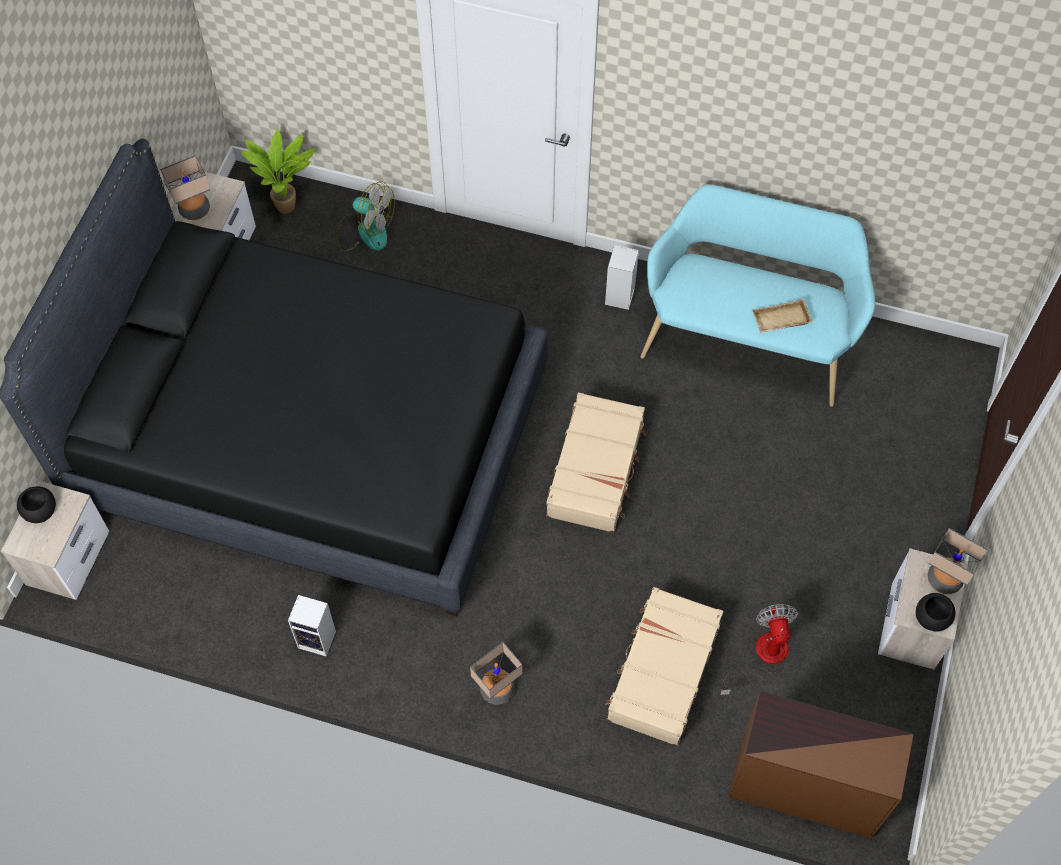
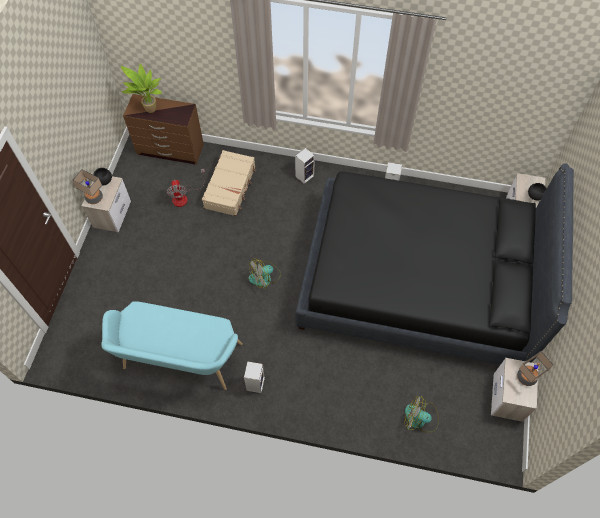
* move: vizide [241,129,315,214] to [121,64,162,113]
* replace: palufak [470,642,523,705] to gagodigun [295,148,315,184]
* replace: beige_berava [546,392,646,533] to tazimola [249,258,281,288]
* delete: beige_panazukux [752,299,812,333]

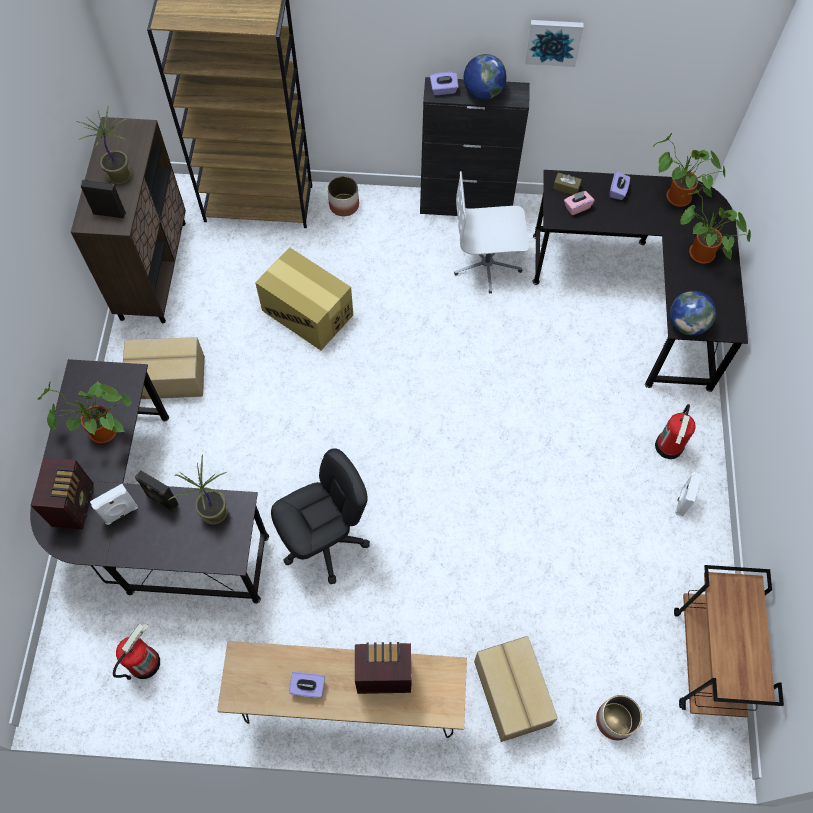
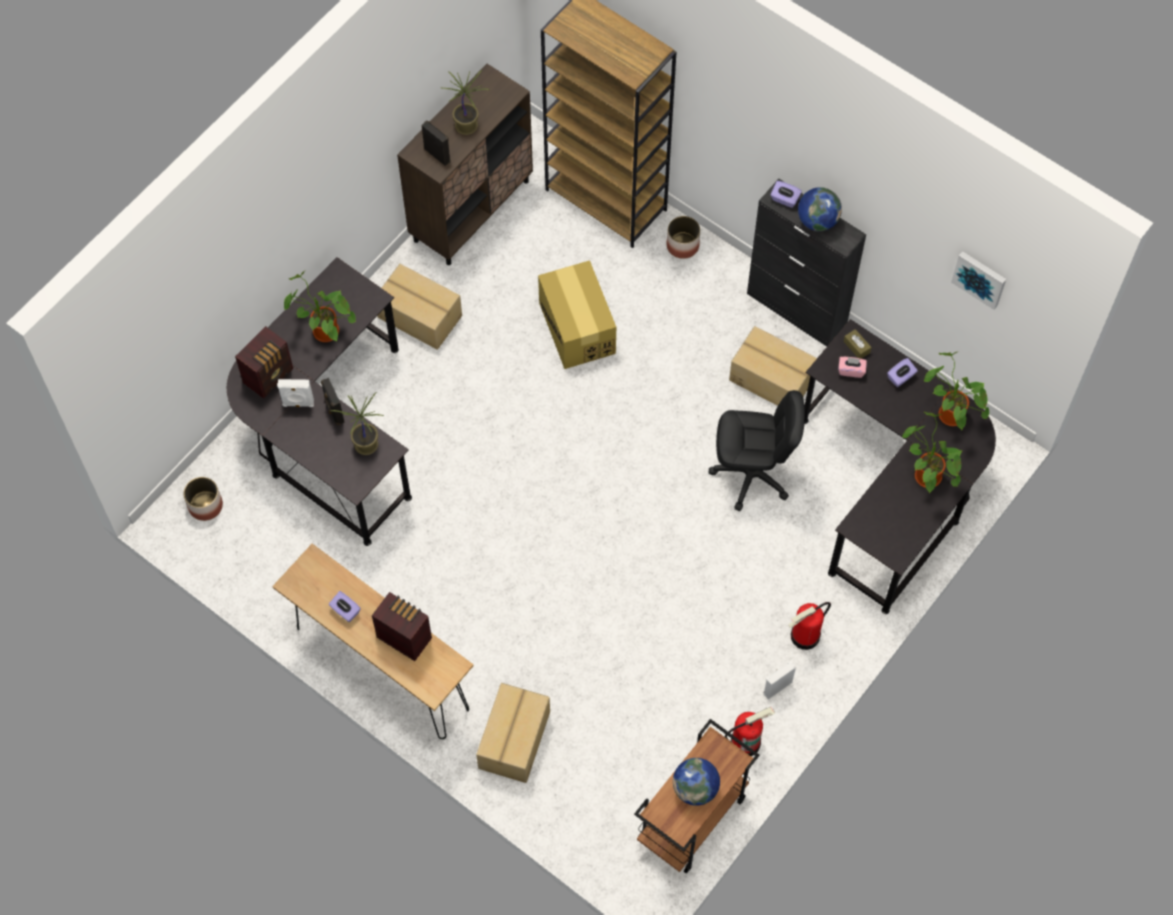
* move: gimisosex [113,623,160,680] to [725,707,775,756]
* move: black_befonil [271,448,370,584] to [709,390,805,511]
* replace: white_befonil [454,171,529,294] to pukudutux [729,326,817,406]
* move: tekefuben [525,20,584,67] to [951,251,1006,310]
* move: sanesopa [596,695,642,740] to [183,477,223,521]
* move: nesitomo [670,291,716,335] to [673,758,720,806]

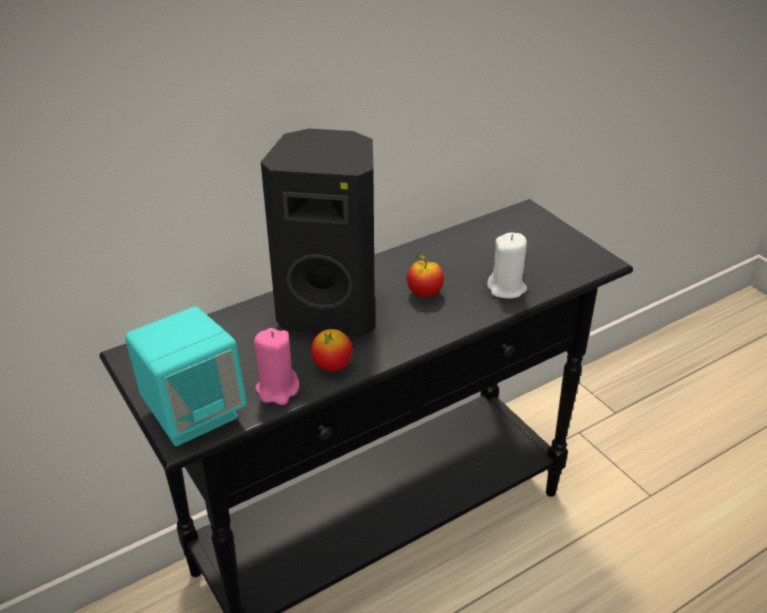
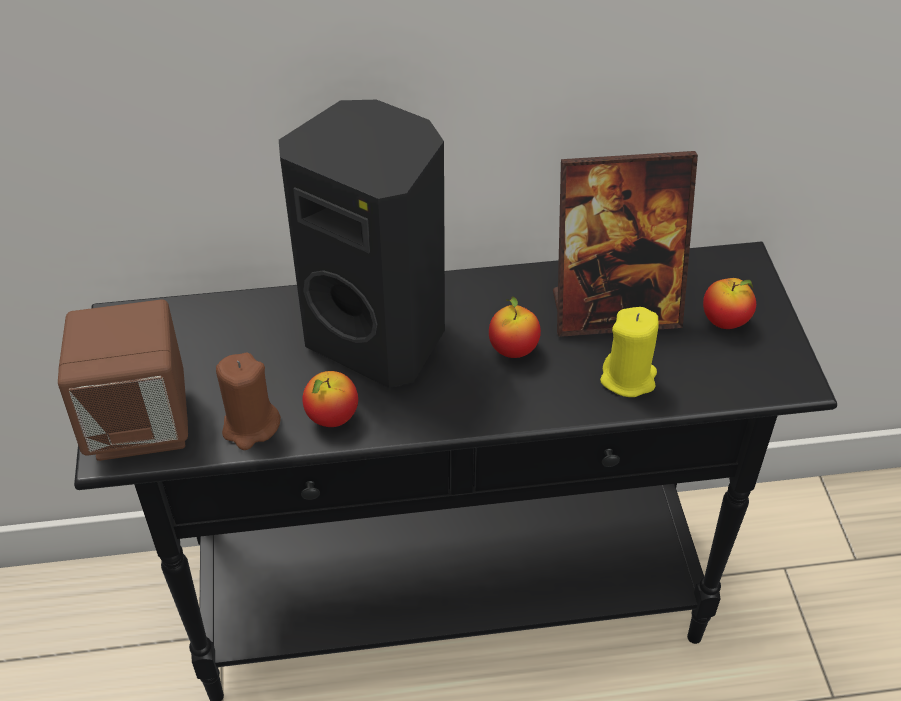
* recolor: turquoise_gagodigun [125,306,247,446] to brown_gagodigun [58,299,188,461]
* recolor: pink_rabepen [254,328,299,405] to brown_rabepen [216,353,281,450]
* recolor: white_rabepen [487,233,527,299] to yellow_rabepen [600,307,659,397]
* insert: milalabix [553,151,698,337]
* insert: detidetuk [703,278,756,329]

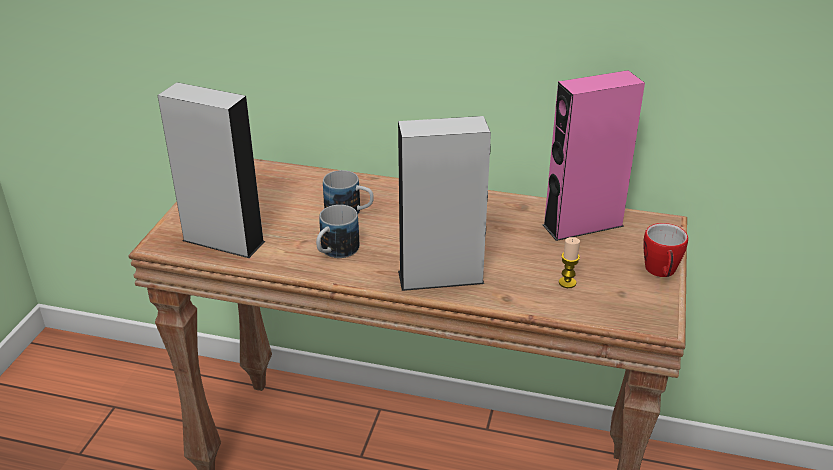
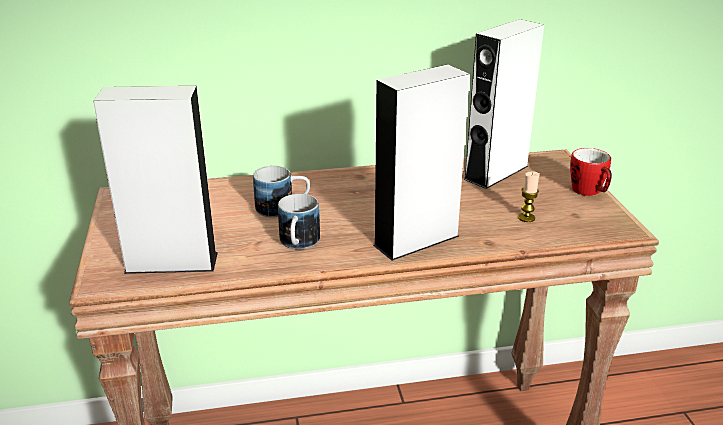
* recolor: pink_gagodigun [542,70,645,241] to white_gagodigun [463,19,544,189]

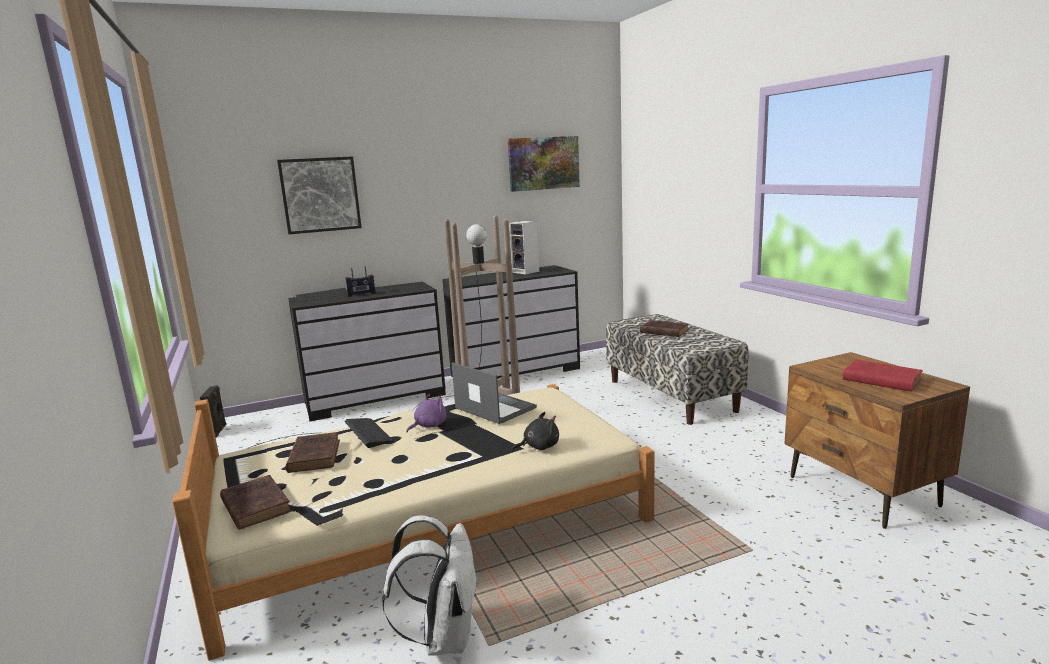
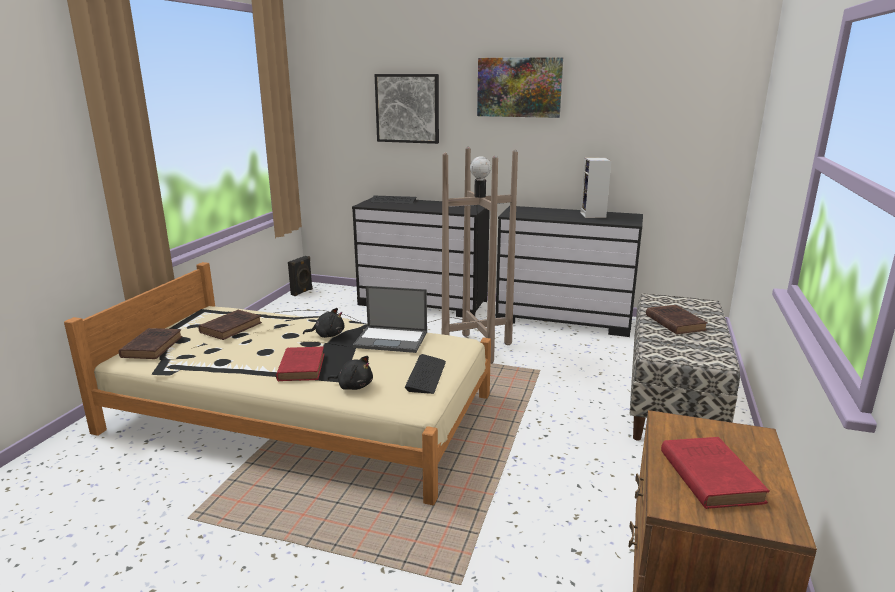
* move: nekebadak [344,418,393,448] to [405,354,446,394]
* delete: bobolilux [345,266,376,297]
* delete: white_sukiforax [382,515,479,655]
* recolor: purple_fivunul [407,394,447,433] to black_fivunul [303,308,344,338]
* rotate: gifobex [451,362,537,424] = [353,286,427,353] 105 degrees clockwise
* move: tekefuben [508,136,580,192] to [477,57,563,118]
* insert: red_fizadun [276,347,324,381]

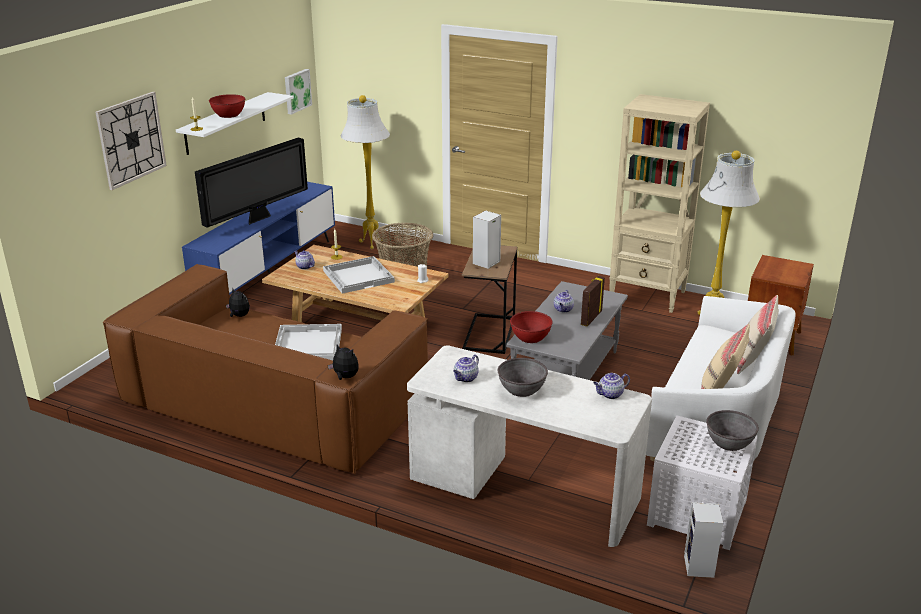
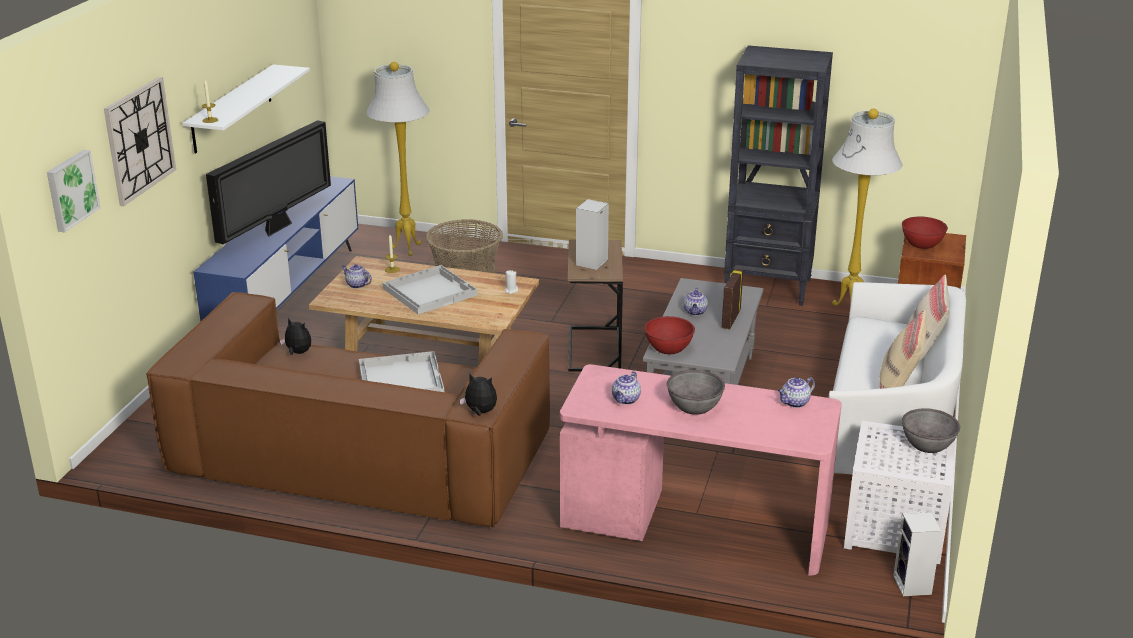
* move: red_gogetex [209,94,245,118] to [902,217,948,249]
* move: tekefuben [285,69,312,115] to [47,150,100,232]
* recolor: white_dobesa [407,345,652,547] to pink_dobesa [560,364,842,576]
* recolor: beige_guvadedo [609,94,710,313] to black_guvadedo [724,45,833,306]

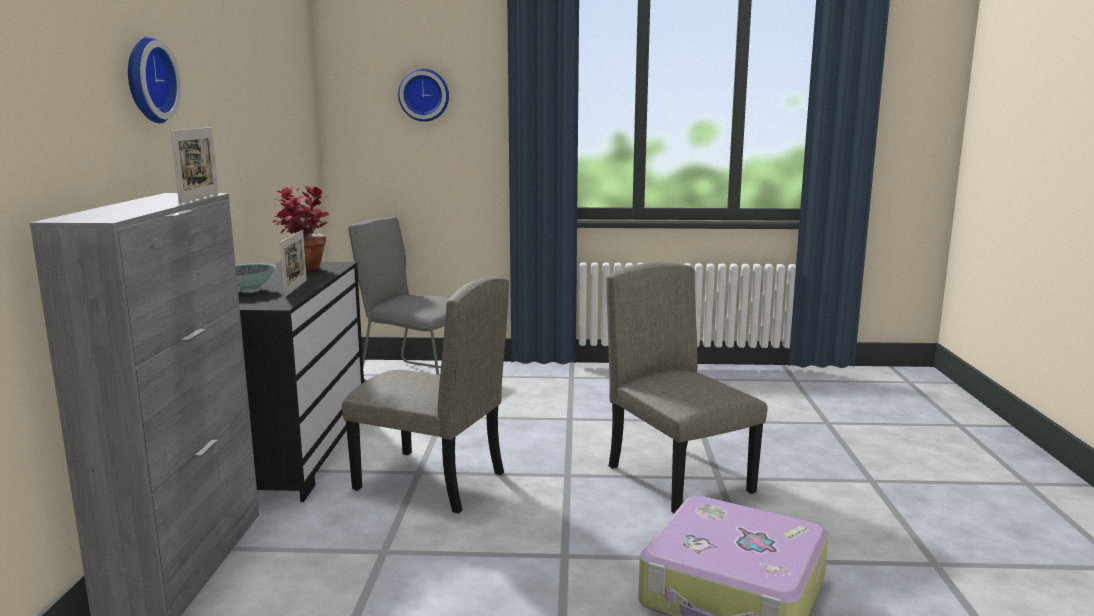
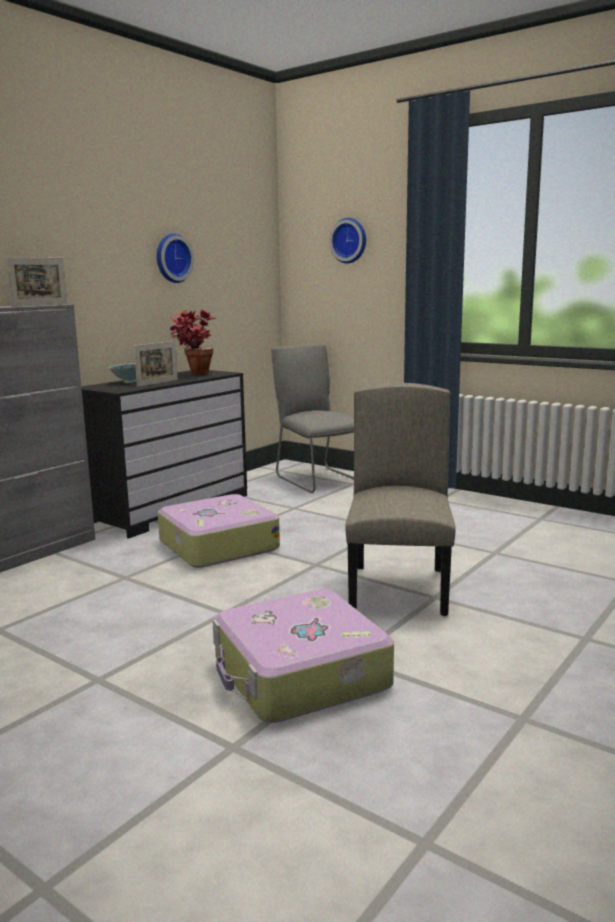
* move: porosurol [128,36,181,123] to [157,233,194,283]
* replace: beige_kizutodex [342,277,509,513] to berava [158,494,280,568]

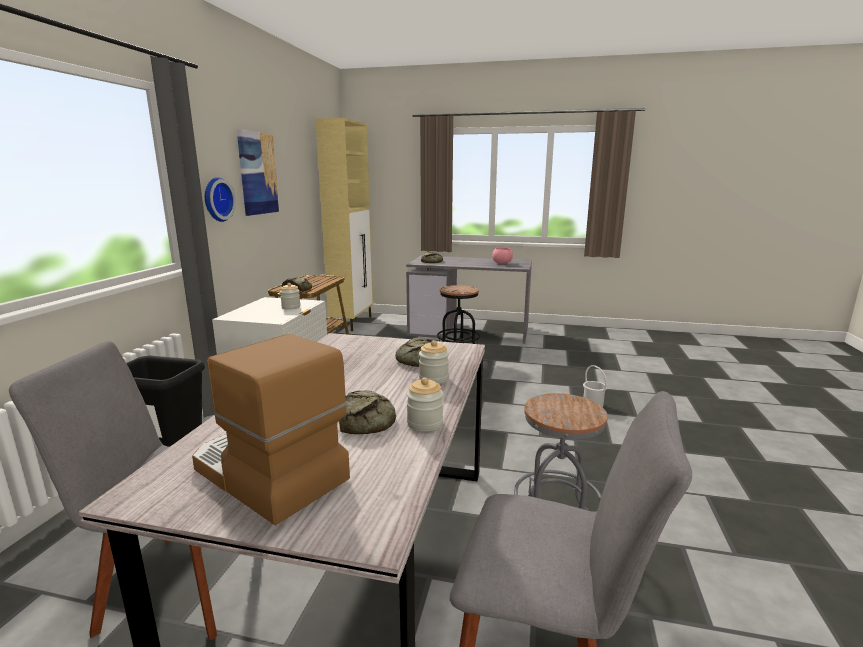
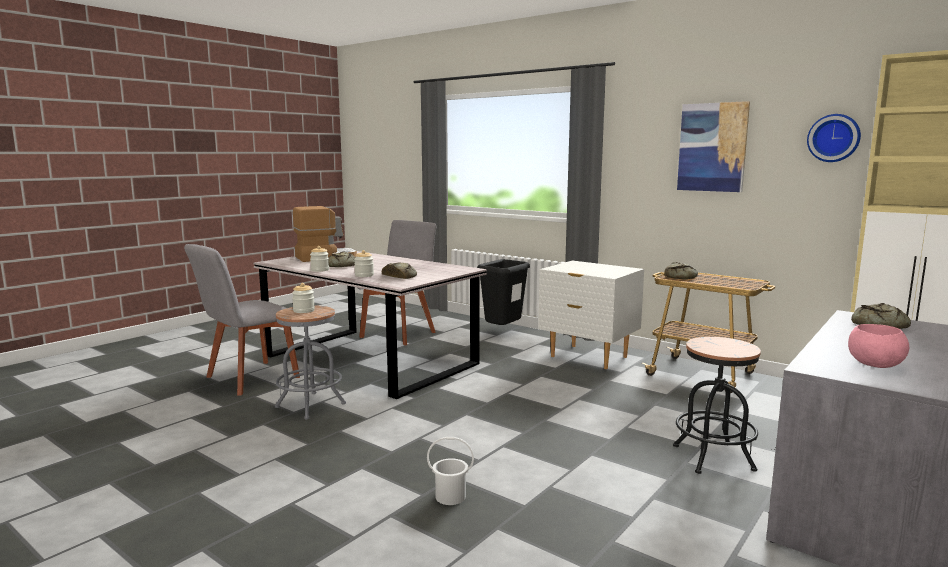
* move: porosurol [205,177,236,222] to [807,114,861,162]
* move: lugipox [280,283,301,310] to [292,283,315,313]

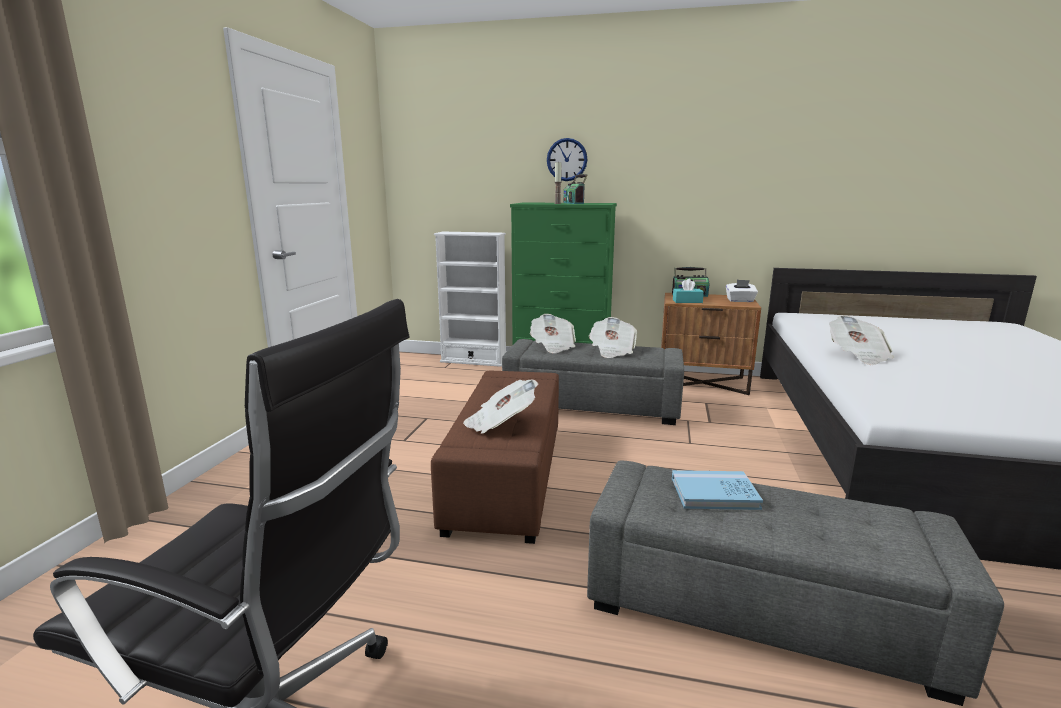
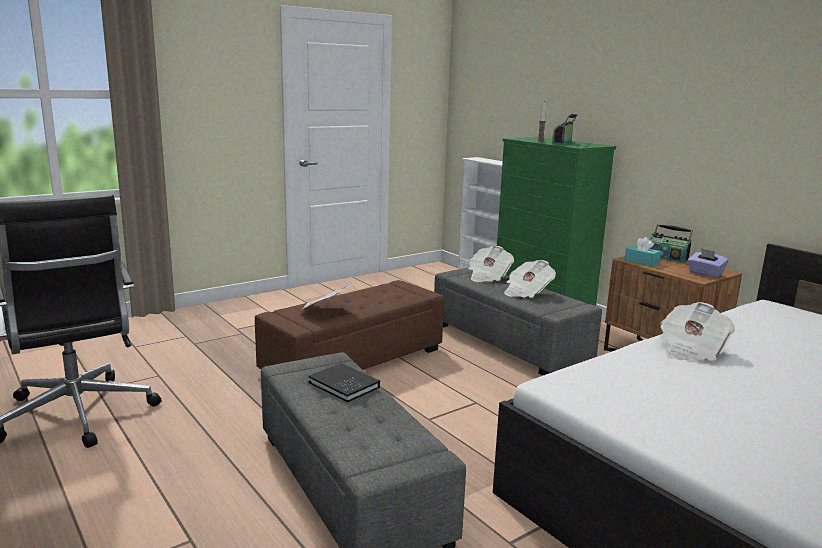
* delete: porosurol [547,138,588,181]
* recolor: blue_fizadun [672,470,763,510] to black_fizadun [308,363,380,402]
* recolor: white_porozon [726,280,758,302] to purple_porozon [688,248,728,278]

